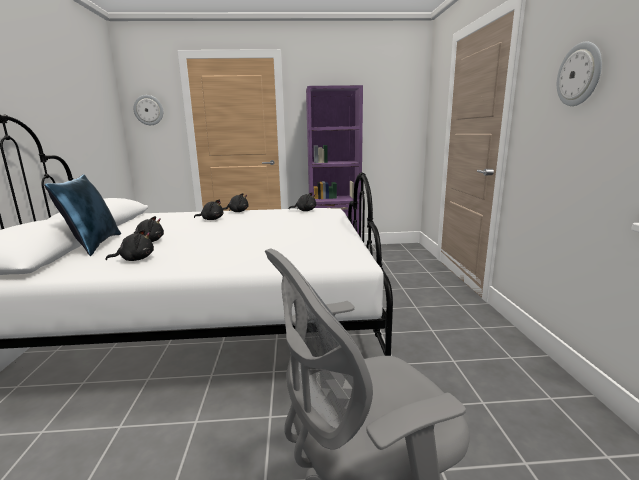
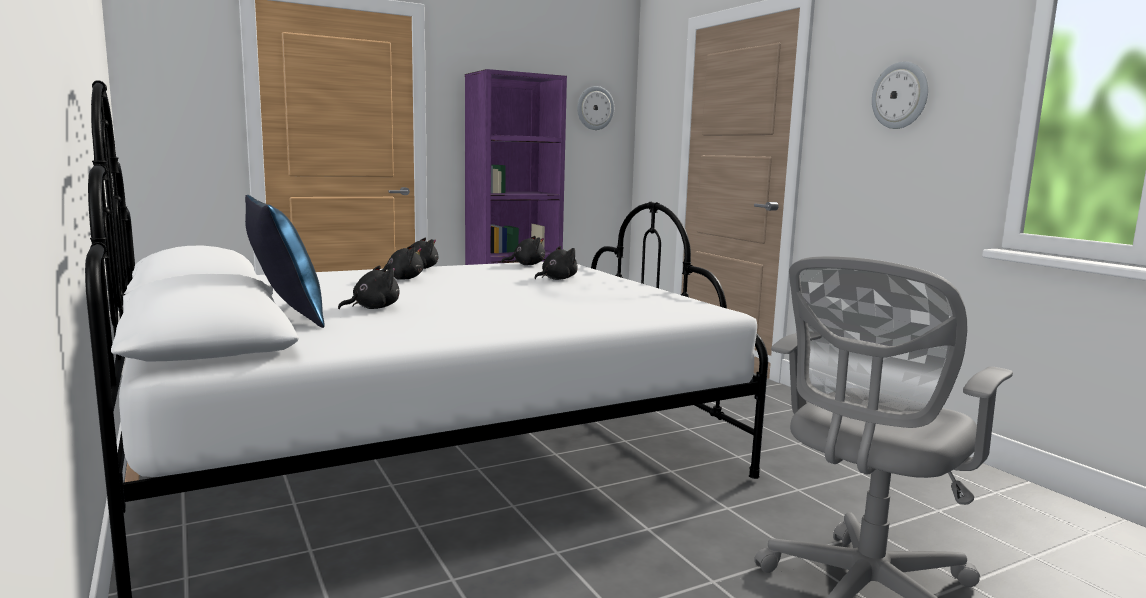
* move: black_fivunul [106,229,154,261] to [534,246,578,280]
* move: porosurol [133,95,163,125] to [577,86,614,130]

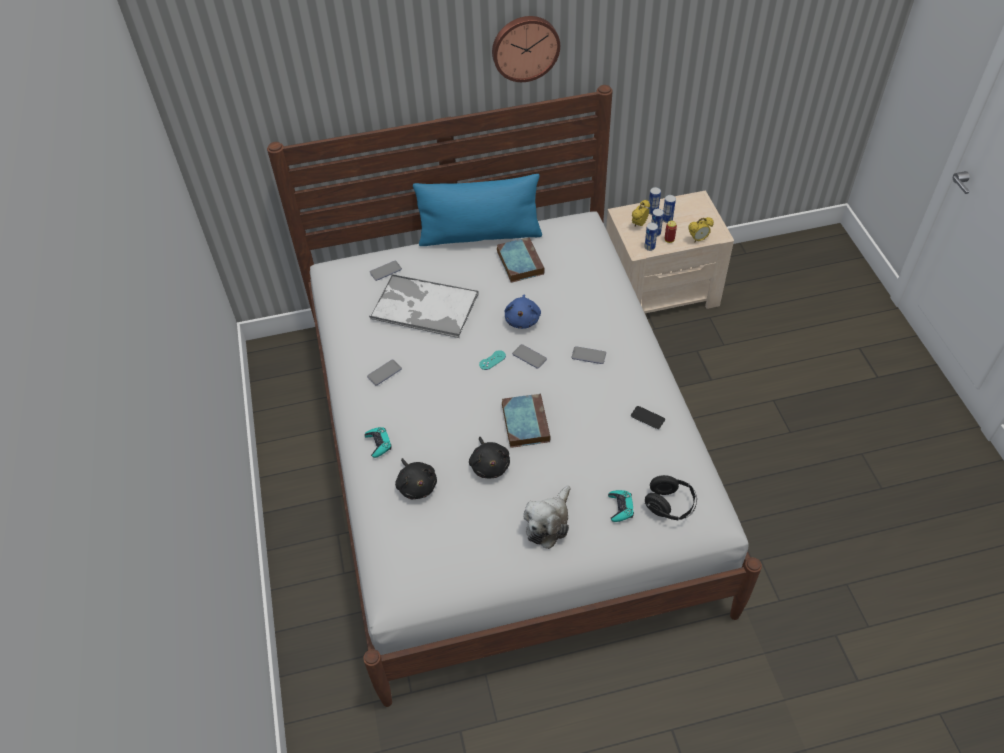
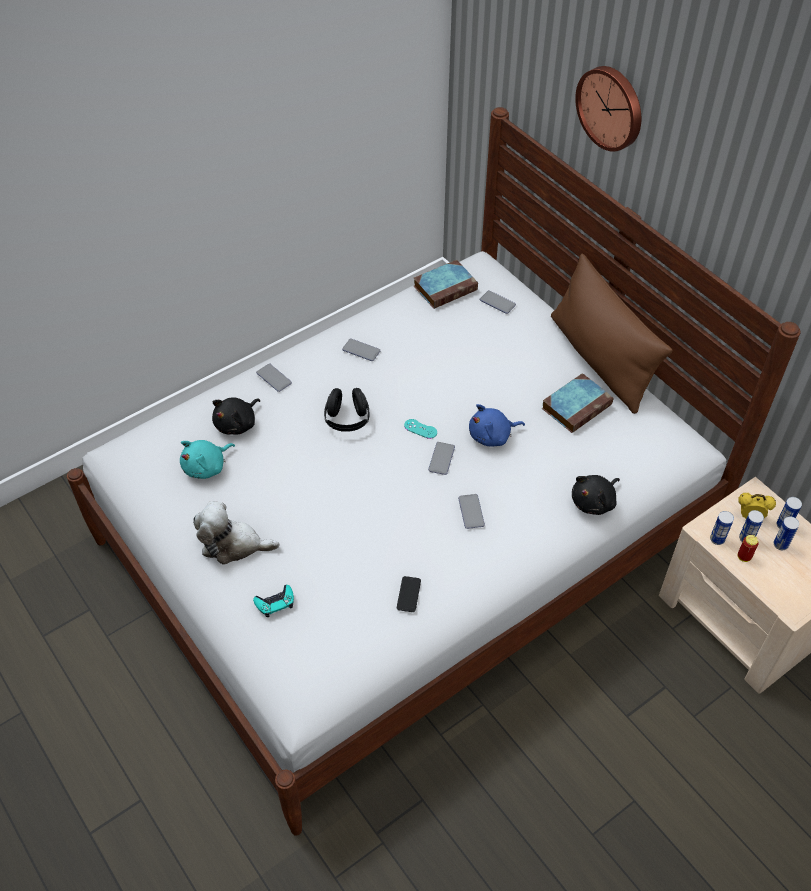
* replace: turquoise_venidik [364,427,392,458] to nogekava [256,363,292,392]
* delete: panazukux [369,274,478,338]
* recolor: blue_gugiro [413,174,542,246] to brown_gugiro [551,254,673,414]
* move: black_fivunul [469,437,510,478] to [572,475,620,515]
* move: porosurol [492,16,560,82] to [575,66,641,152]
* move: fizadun [502,394,550,448] to [414,260,478,309]
* move: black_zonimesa [645,475,697,521] to [324,388,369,432]
* delete: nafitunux [689,217,714,243]
* insert: turquoise_fivunul [180,440,235,479]

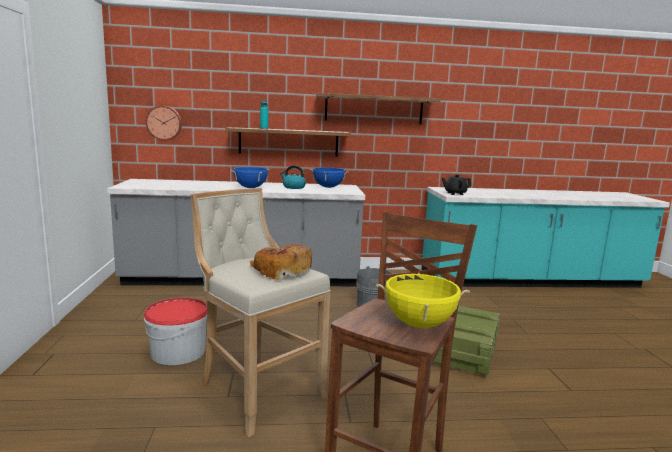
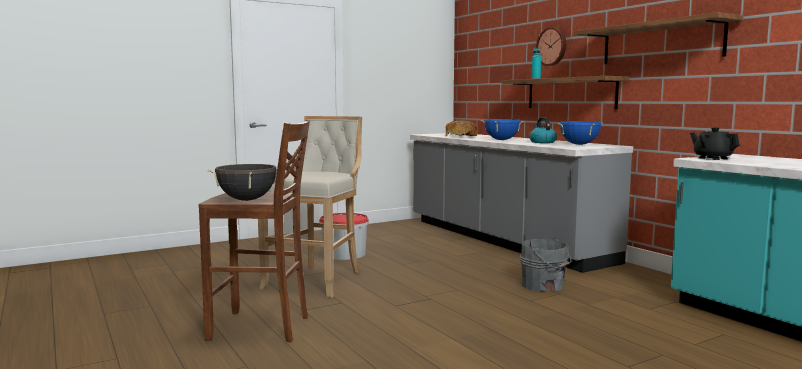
* move: porosurol [146,106,182,141] to [536,27,566,66]
* move: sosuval [250,244,312,280] to [445,120,478,136]
* recolor: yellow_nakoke [376,273,470,328] to black_nakoke [207,164,277,201]
* delete: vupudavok [433,306,500,376]

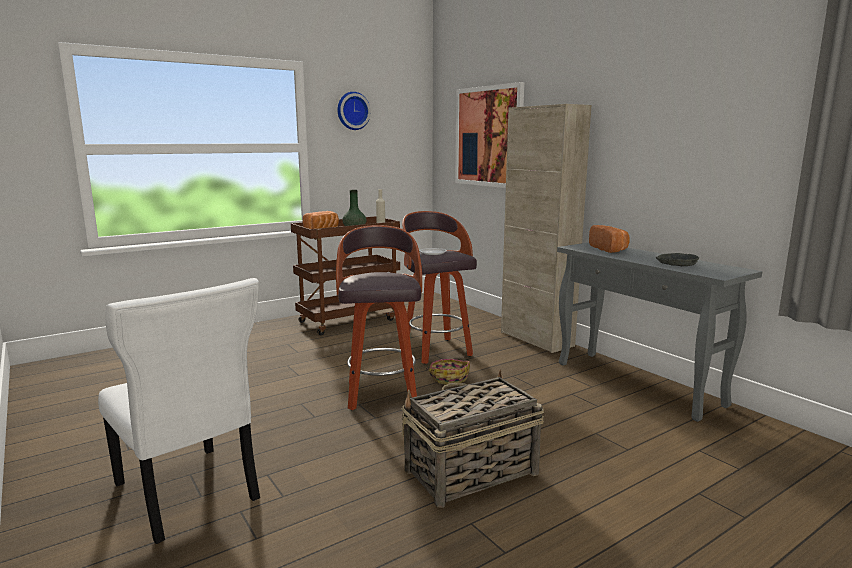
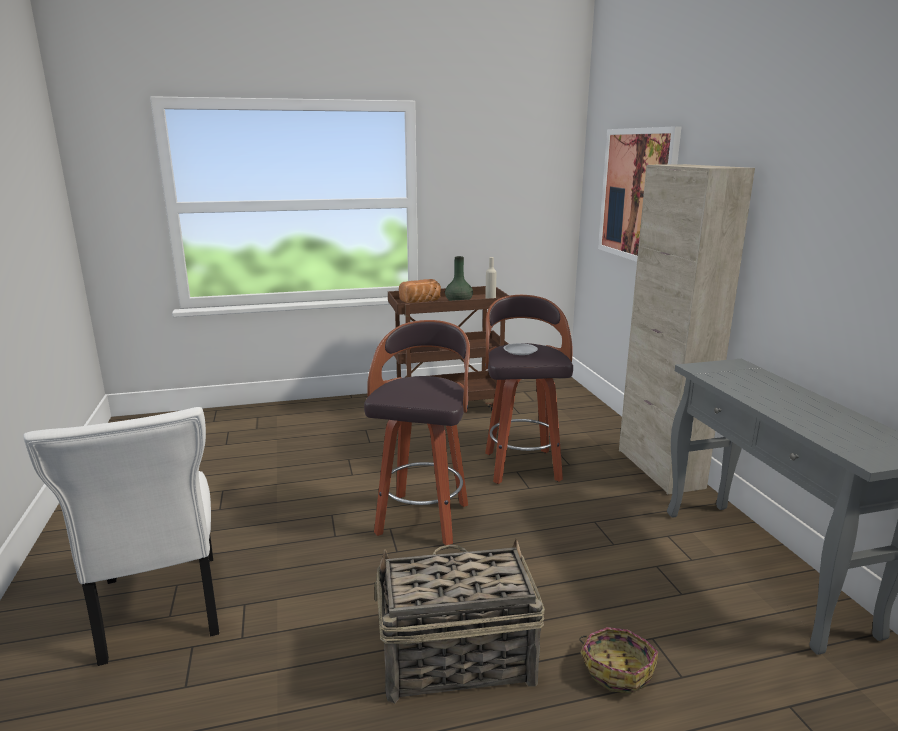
* delete: porosurol [337,92,371,130]
* move: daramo [426,359,470,385] to [579,627,658,694]
* delete: sosuval [589,225,630,253]
* delete: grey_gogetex [655,253,699,266]

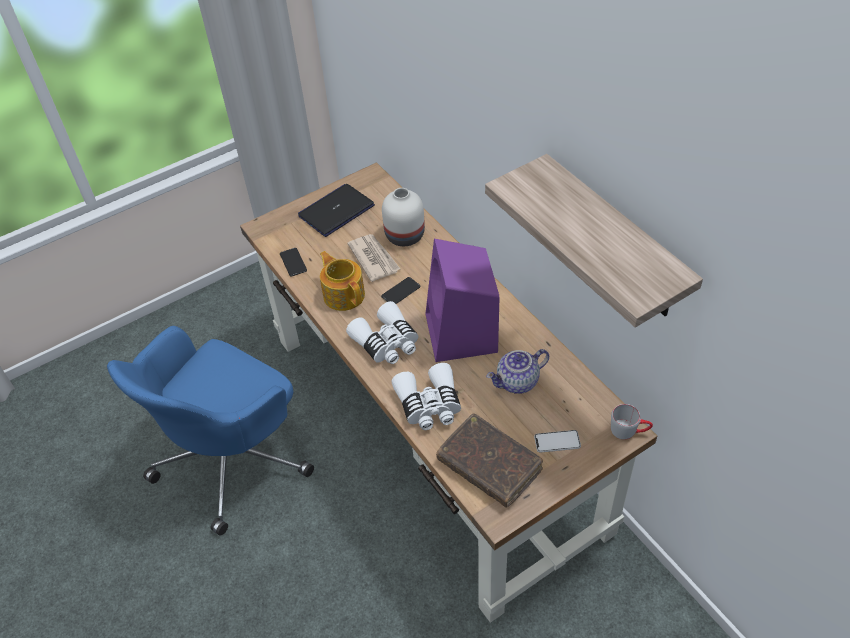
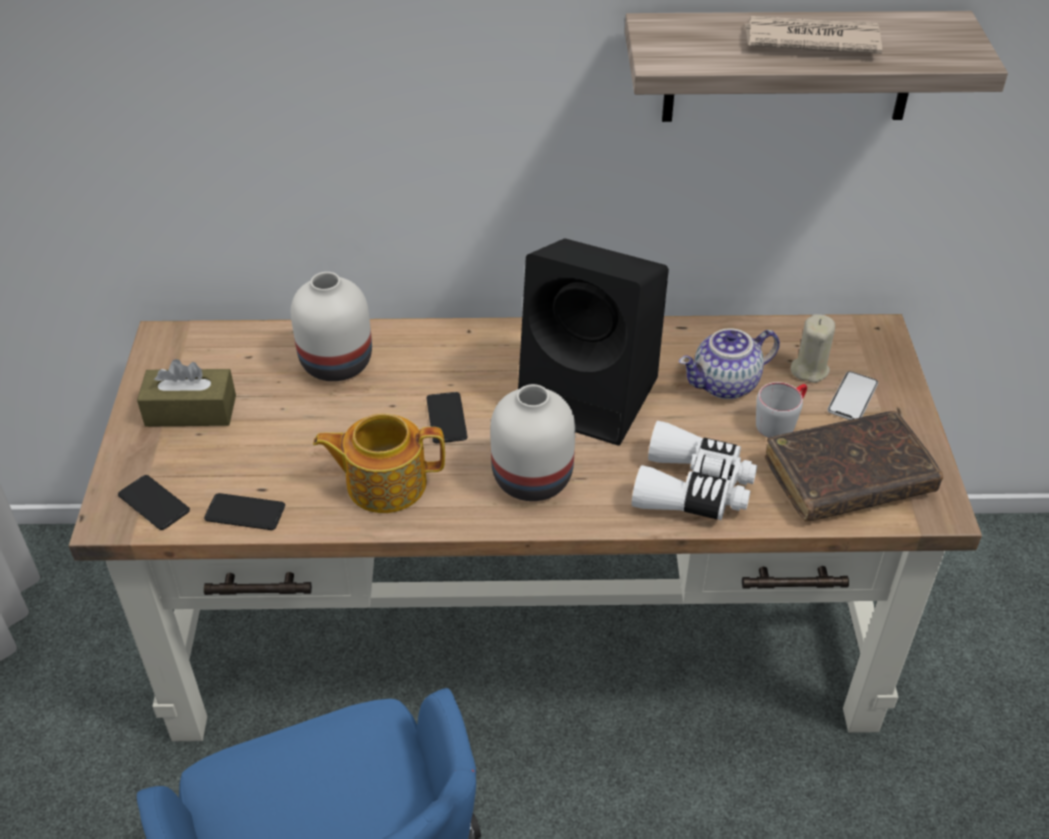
* replace: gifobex [298,184,375,237] to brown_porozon [137,359,236,427]
* replace: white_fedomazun [346,301,418,364] to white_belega [490,384,575,501]
* move: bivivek [348,234,400,282] to [745,16,882,54]
* recolor: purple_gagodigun [426,239,499,362] to black_gagodigun [518,239,669,446]
* rotate: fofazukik [486,349,549,394] = [679,328,780,399] 60 degrees clockwise
* move: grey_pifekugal [611,404,653,440] to [756,382,807,438]
* insert: nogekava [118,475,190,530]
* insert: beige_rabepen [791,314,835,383]

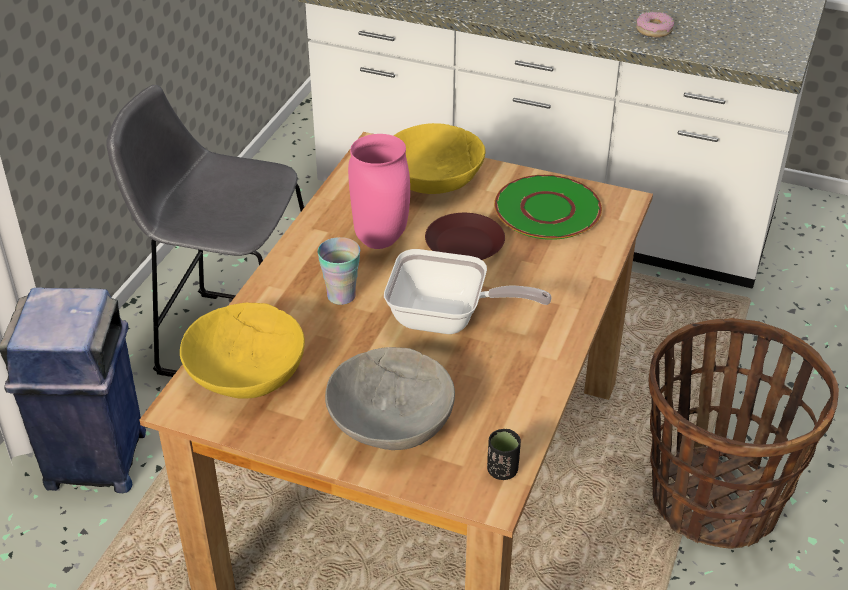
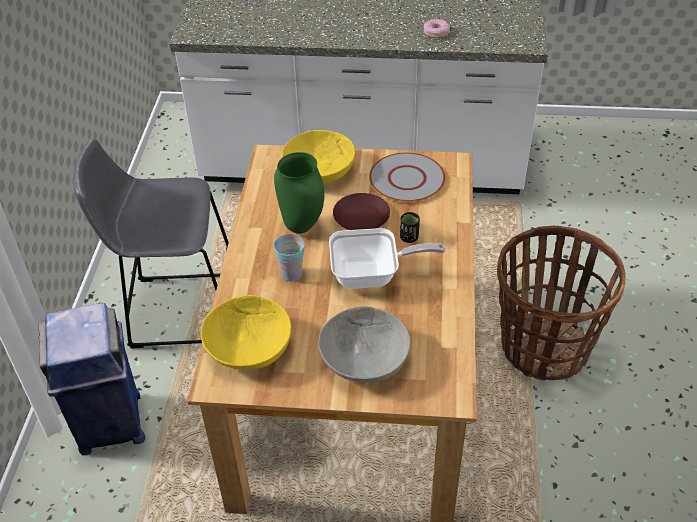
* recolor: pink_belega [348,134,410,249] to green_belega [274,152,324,234]
* move: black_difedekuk [487,429,521,480] to [400,212,420,243]
* recolor: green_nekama [494,175,602,240] to grey_nekama [369,152,445,202]

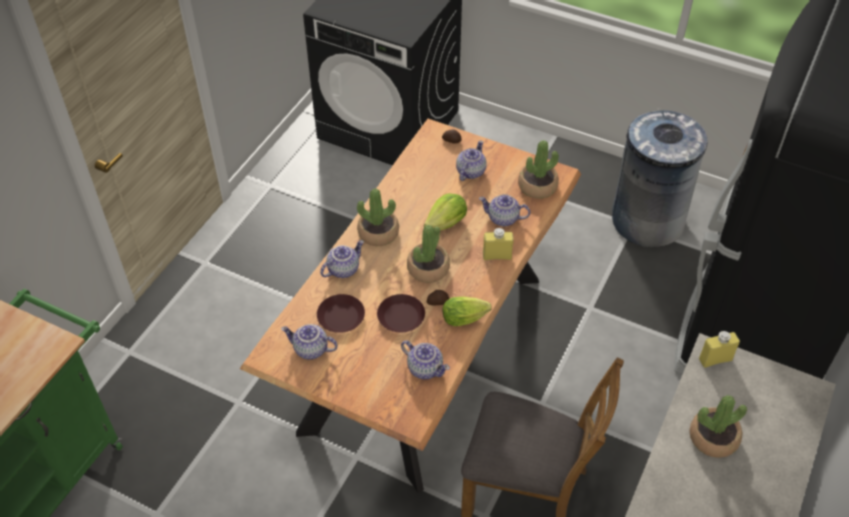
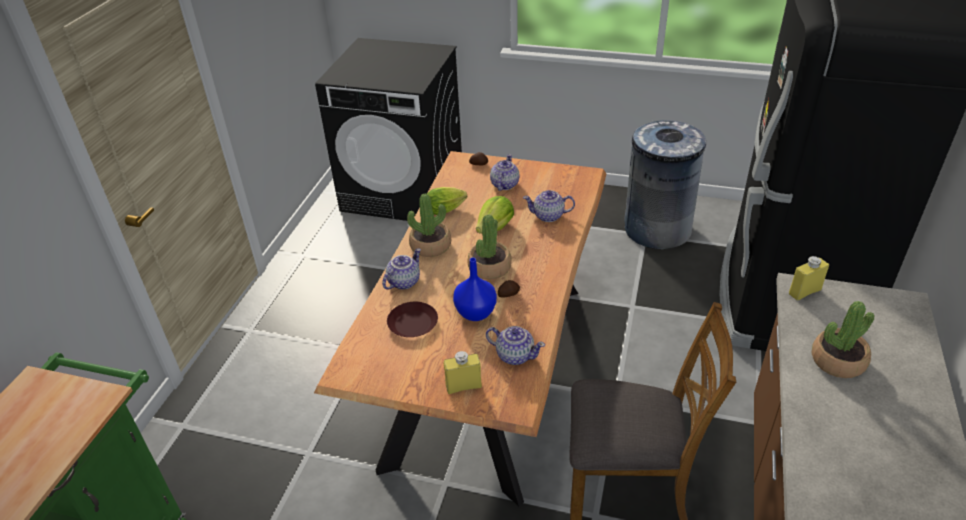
* delete: fofazukik [281,324,337,360]
* replace: brown_nekama [377,294,425,333] to blue_belega [453,258,497,321]
* move: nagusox [442,297,492,326] to [427,187,467,215]
* move: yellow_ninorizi [483,228,514,260] to [444,351,482,394]
* delete: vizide [518,140,559,199]

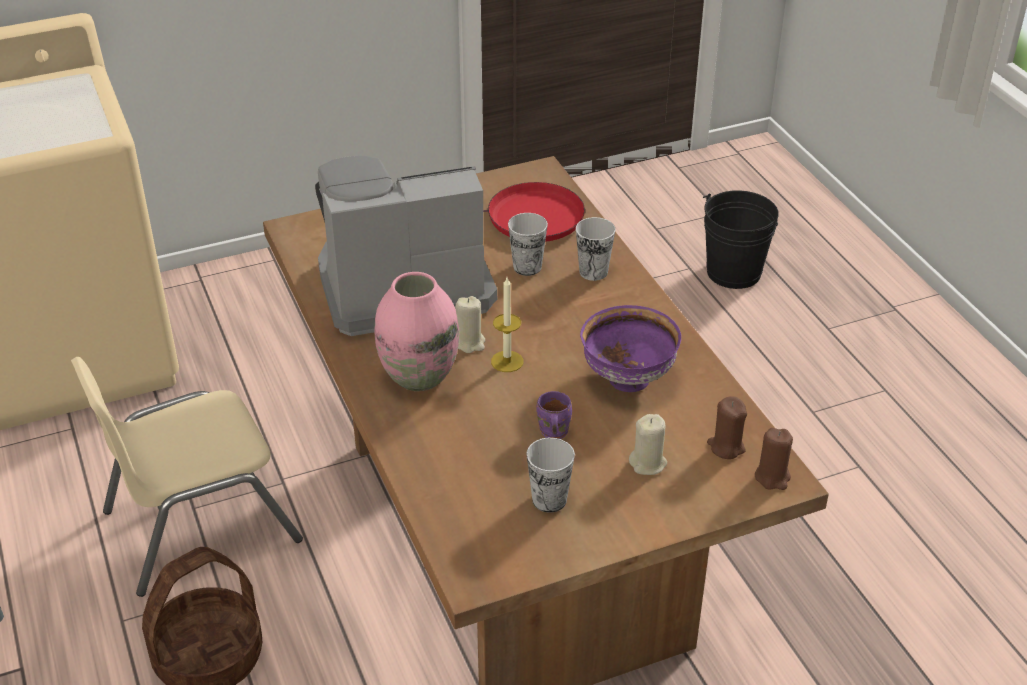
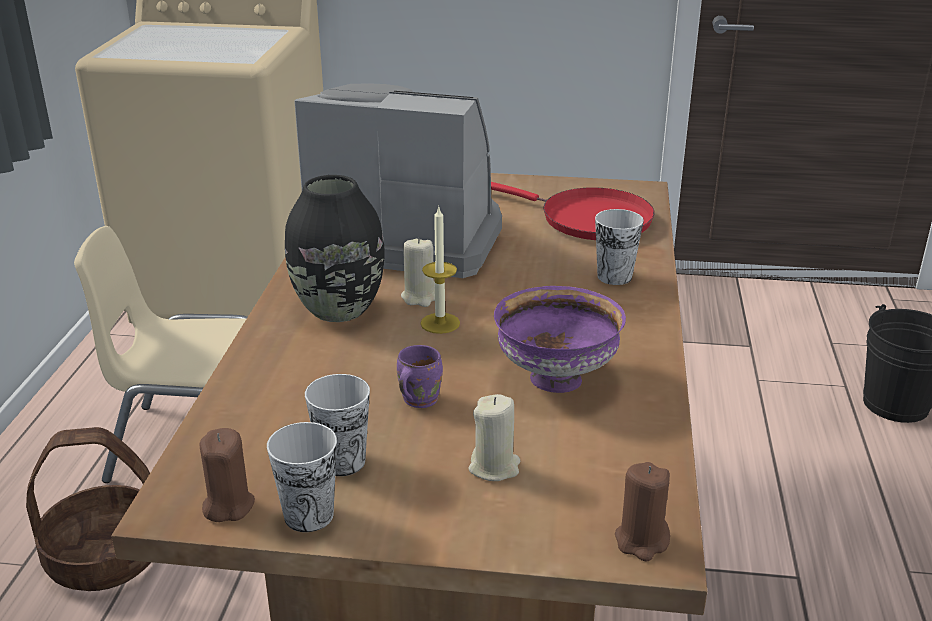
* recolor: pink_belega [375,272,459,391] to black_belega [285,175,385,322]
* move: difedekuk [508,213,548,276] to [267,422,337,532]
* move: brown_rabepen [707,396,747,459] to [200,428,255,522]

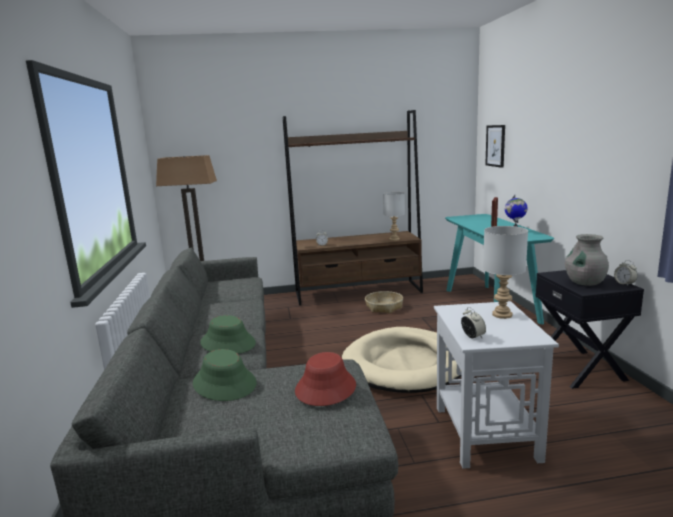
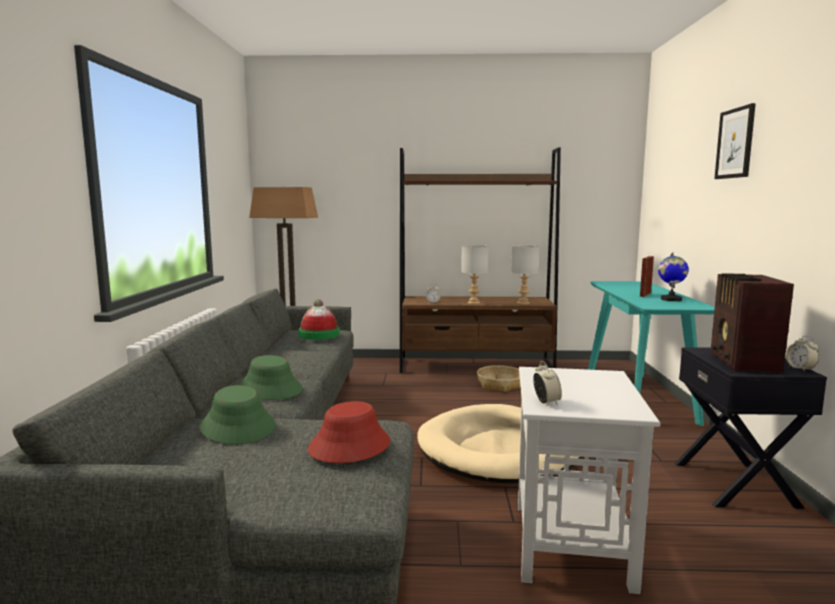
* move: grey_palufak [483,226,528,319] to [461,245,488,305]
* move: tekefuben [485,125,505,168] to [714,103,756,179]
* replace: grey_belega [565,234,609,286] to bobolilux [711,273,794,373]
* insert: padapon [298,299,340,340]

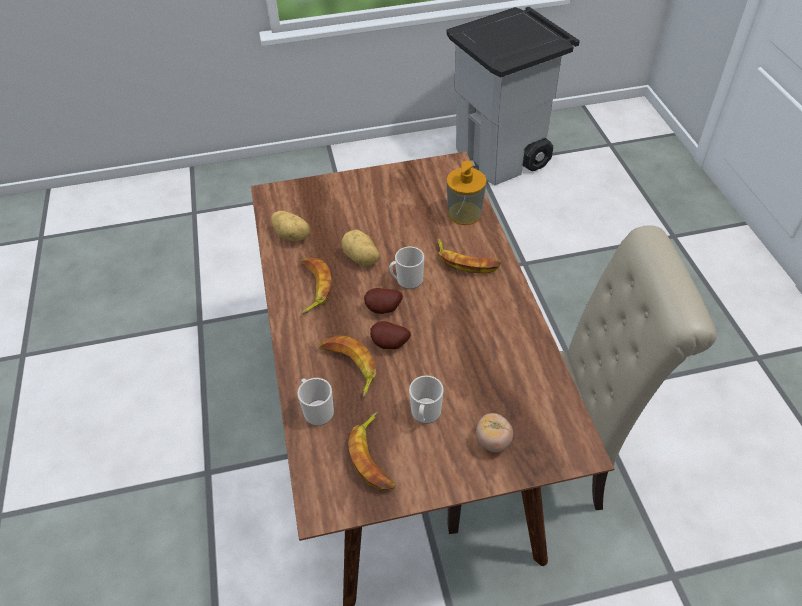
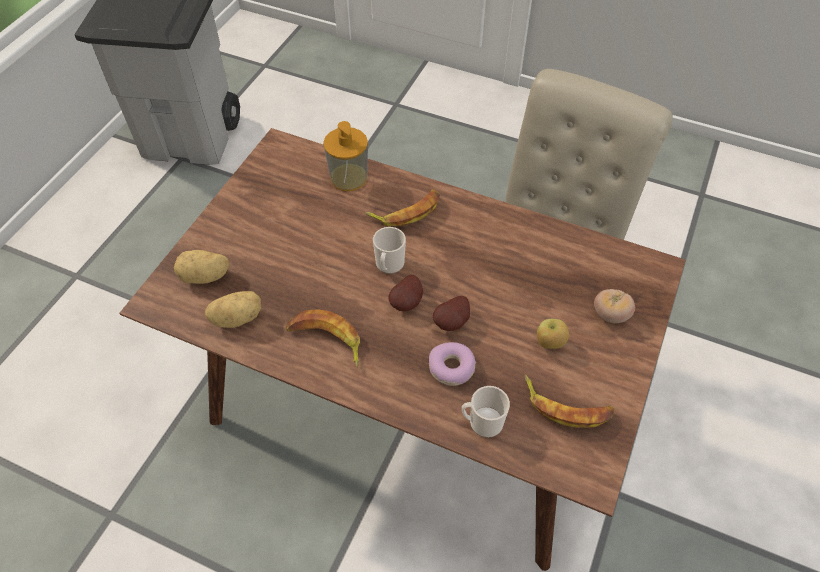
* replace: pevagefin [318,335,376,397] to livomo [429,342,476,386]
* move: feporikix [341,230,380,266] to [174,250,229,284]
* replace: pifekugal [409,375,444,424] to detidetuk [537,319,569,349]

